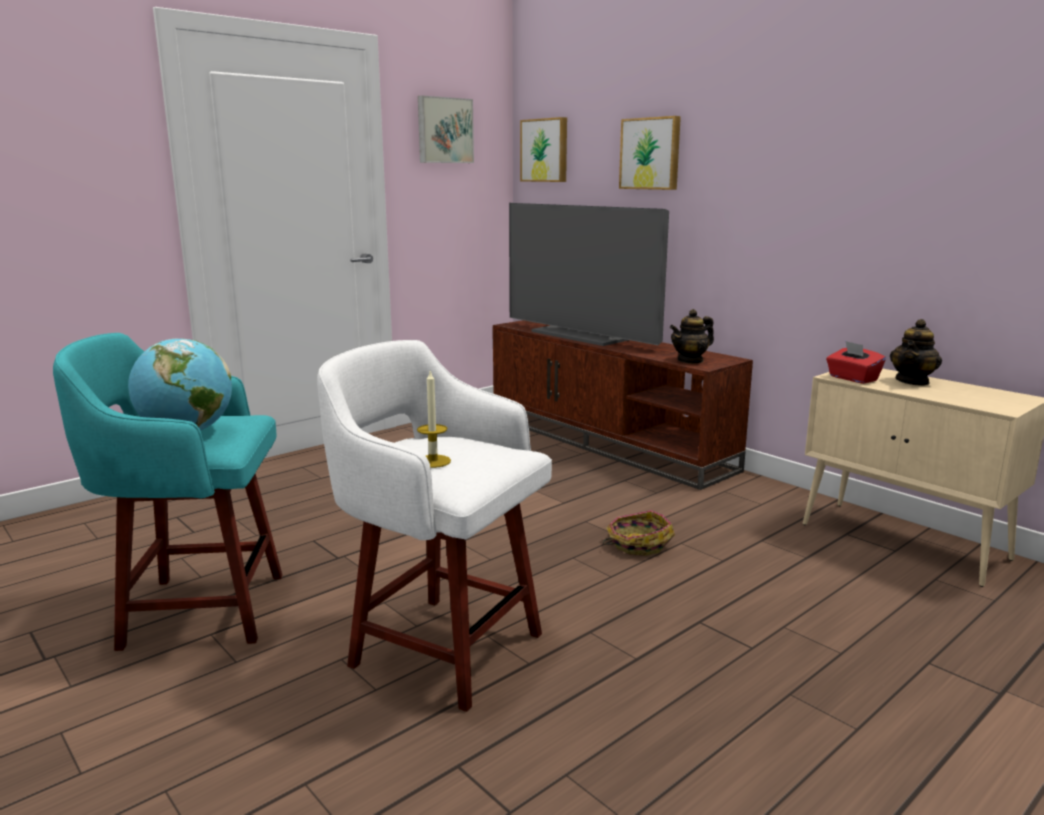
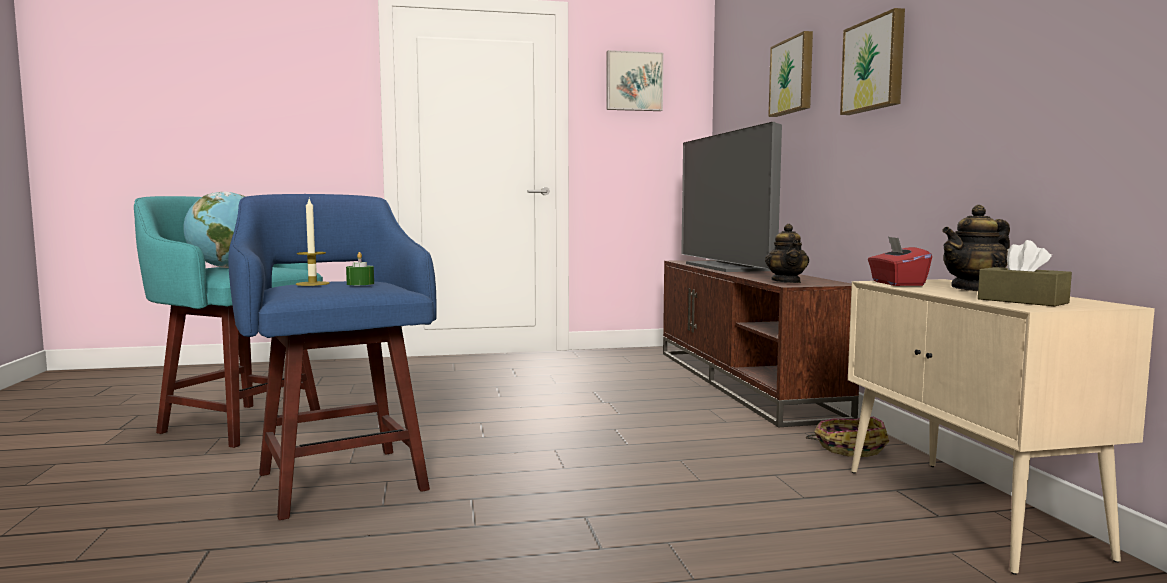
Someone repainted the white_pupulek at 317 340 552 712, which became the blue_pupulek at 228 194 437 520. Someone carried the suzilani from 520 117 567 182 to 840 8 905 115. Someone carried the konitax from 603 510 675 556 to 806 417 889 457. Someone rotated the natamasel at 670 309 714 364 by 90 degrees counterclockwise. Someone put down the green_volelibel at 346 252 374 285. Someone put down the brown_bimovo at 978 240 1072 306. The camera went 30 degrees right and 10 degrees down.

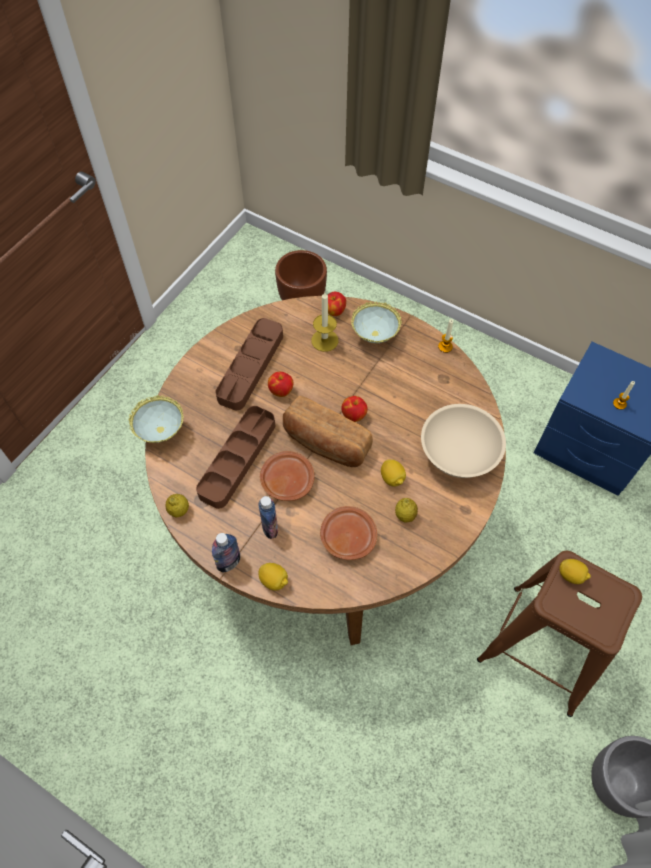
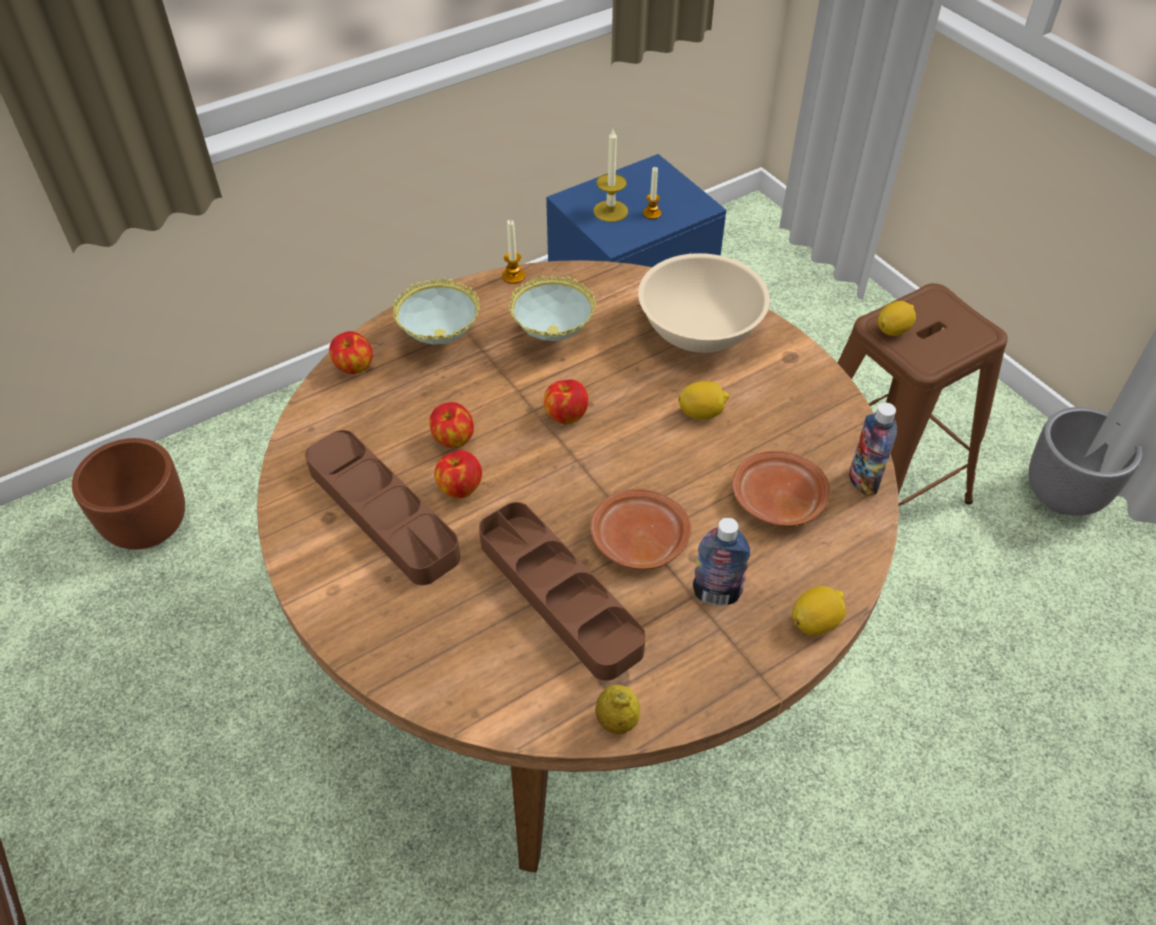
Someone carried the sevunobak from 129 395 184 443 to 509 276 596 341. Someone carried the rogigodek from 212 533 240 572 to 849 403 897 496. Someone took away the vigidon at 283 396 373 467. Someone carried the volelibel from 311 292 338 352 to 593 129 628 222. Someone took away the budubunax at 395 498 418 523. Someone put down the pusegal at 429 402 474 448. The camera went 65 degrees left and 10 degrees down.

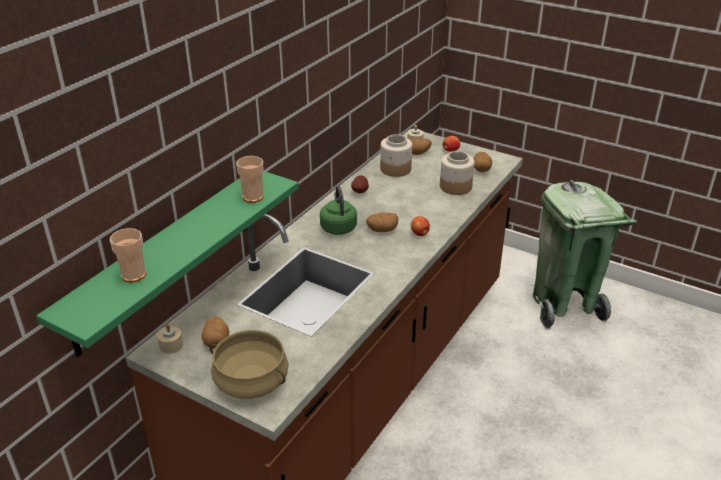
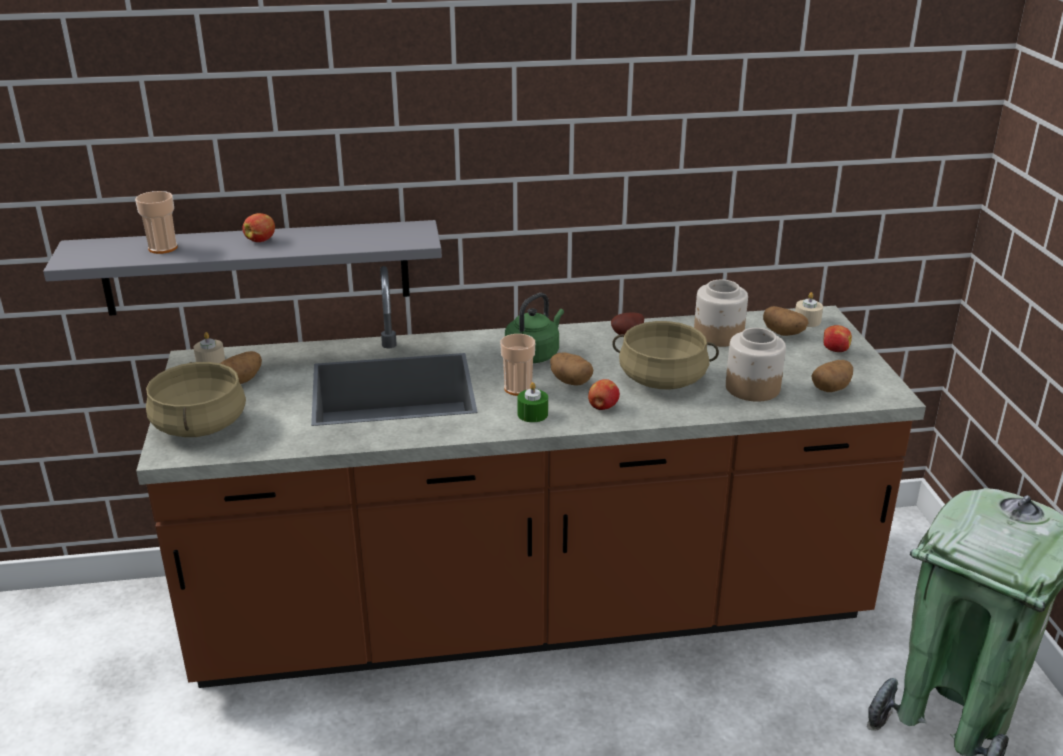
Someone repainted the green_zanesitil at 36 171 298 357, which became the grey_zanesitil at 43 220 442 316. Someone carried the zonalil from 236 156 263 203 to 500 334 535 396. Someone put down the pusegal at 243 213 275 242. Someone put down the green_volelibel at 517 382 548 422. Someone put down the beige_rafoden at 612 321 719 389. The camera went 50 degrees right and 5 degrees down.

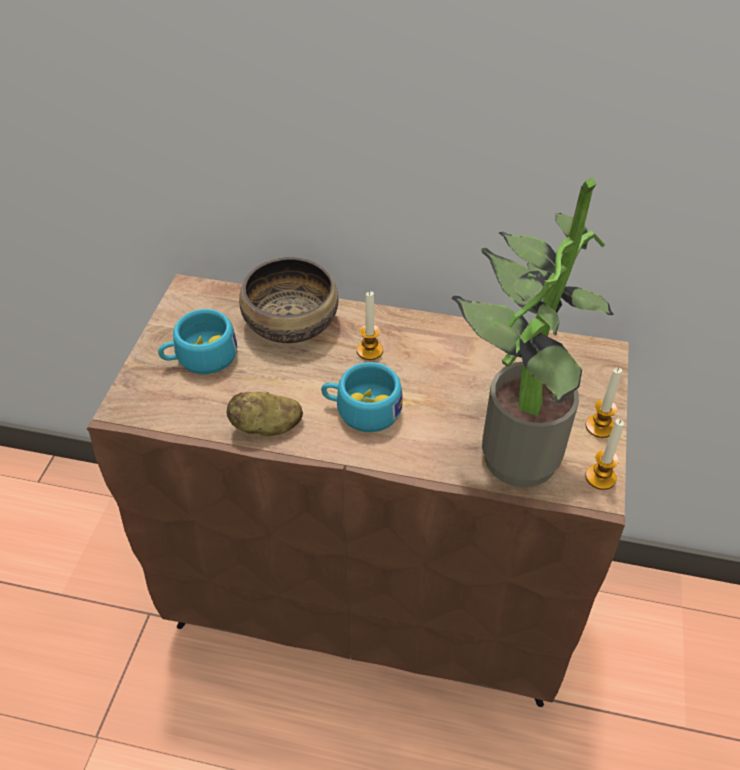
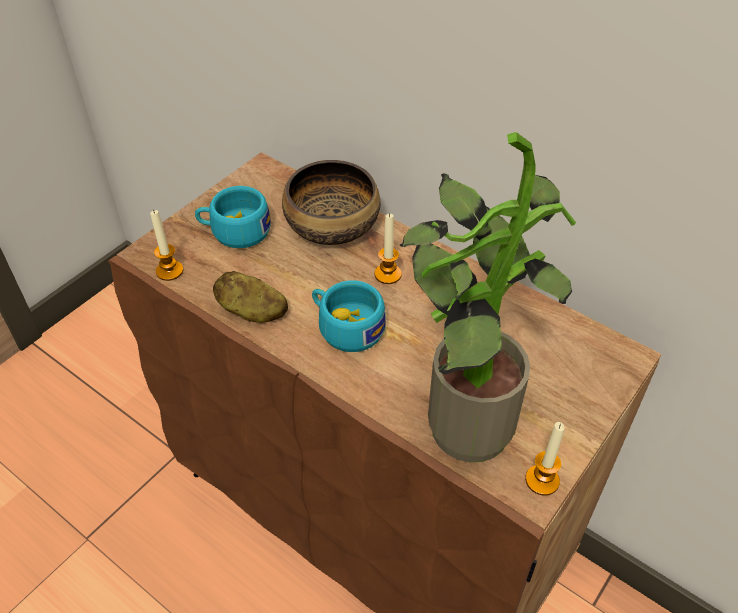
Someone carried the volelibel from 585 368 622 438 to 150 210 184 281. The camera went 25 degrees right and 0 degrees up.

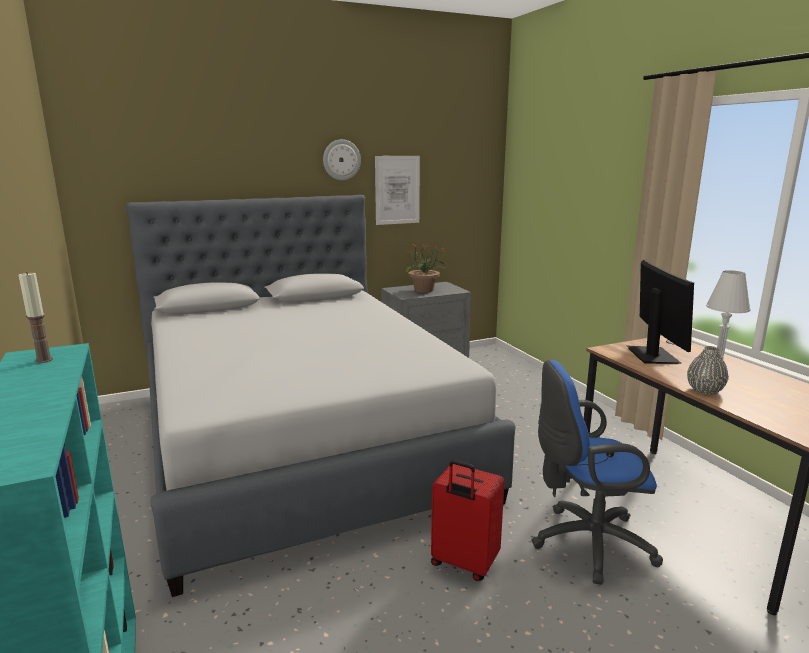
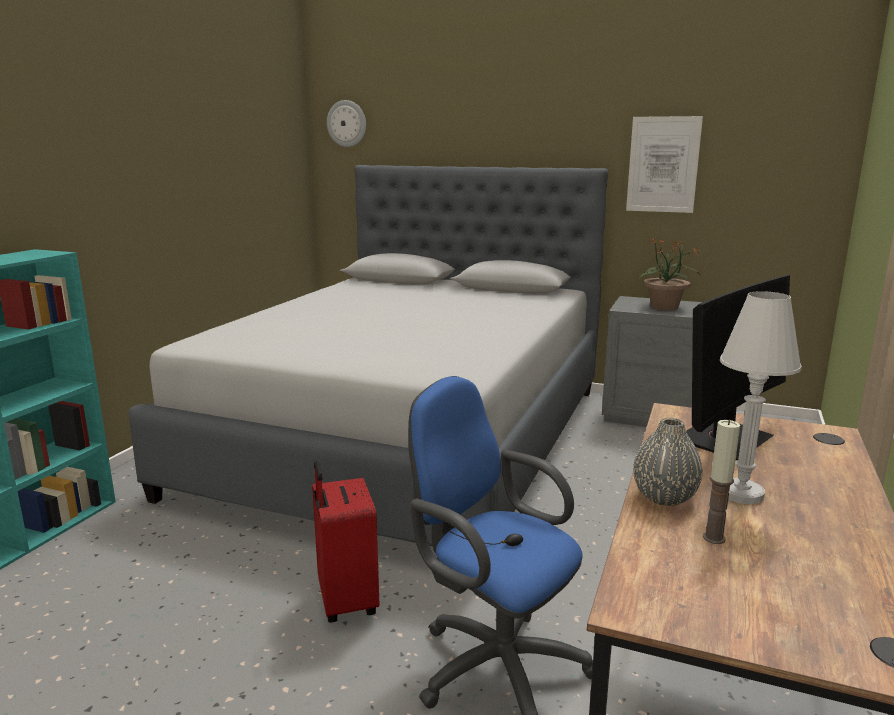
Someone carried the volelibel from 19 271 53 363 to 703 419 740 544. Someone carried the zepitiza from 323 139 361 180 to 327 100 366 147. The camera went 45 degrees right and 0 degrees up.

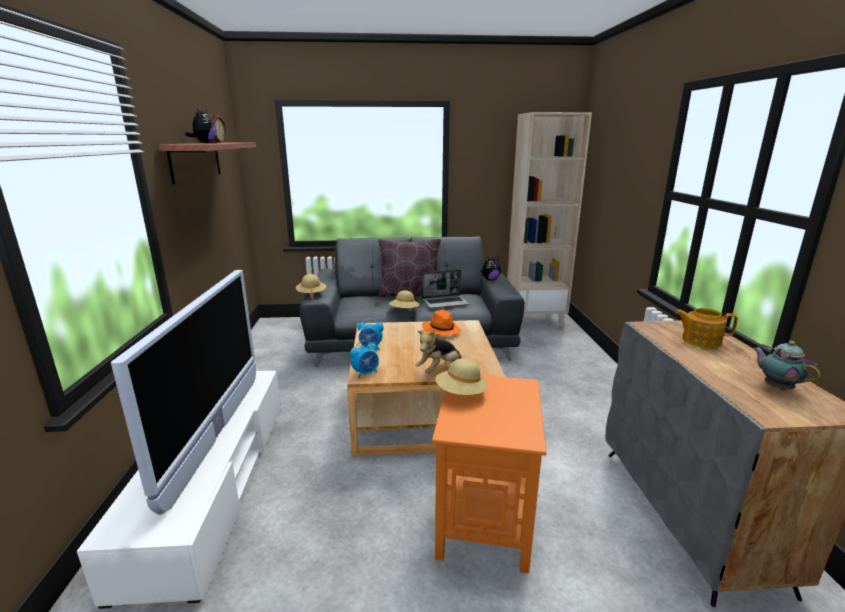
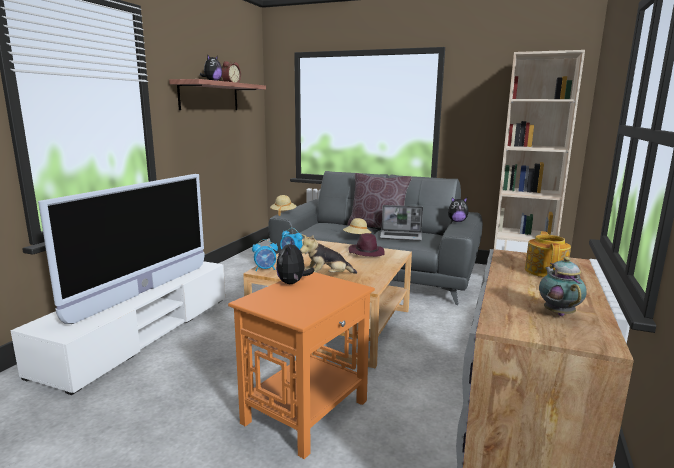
Someone repainted the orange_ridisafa at 422 310 461 336, which became the purple_ridisafa at 349 233 385 257. Someone swapped the beige_ridisafa at 435 358 488 395 for the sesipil at 276 239 315 284. Someone rotated the natamasel at 675 308 738 348 by 60 degrees clockwise. The camera went 25 degrees right and 5 degrees down.

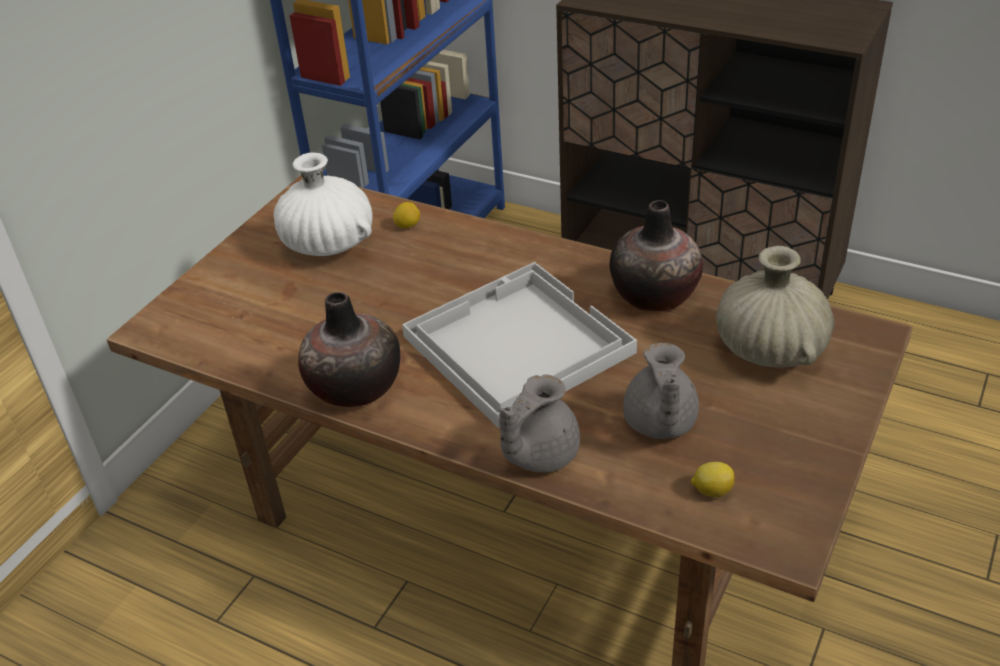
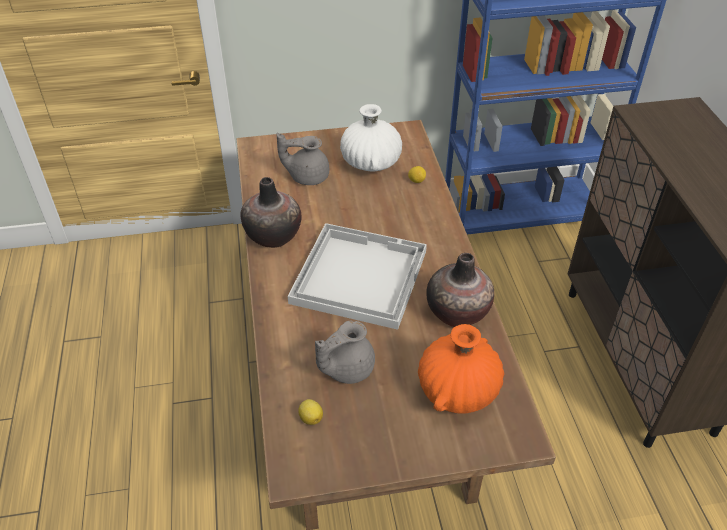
Someone carried the grey_natamasel from 499 374 580 473 to 276 133 329 185. Someone repainted the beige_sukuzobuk at 716 246 834 367, which became the orange_sukuzobuk at 418 324 504 414. The camera went 50 degrees right and 5 degrees up.

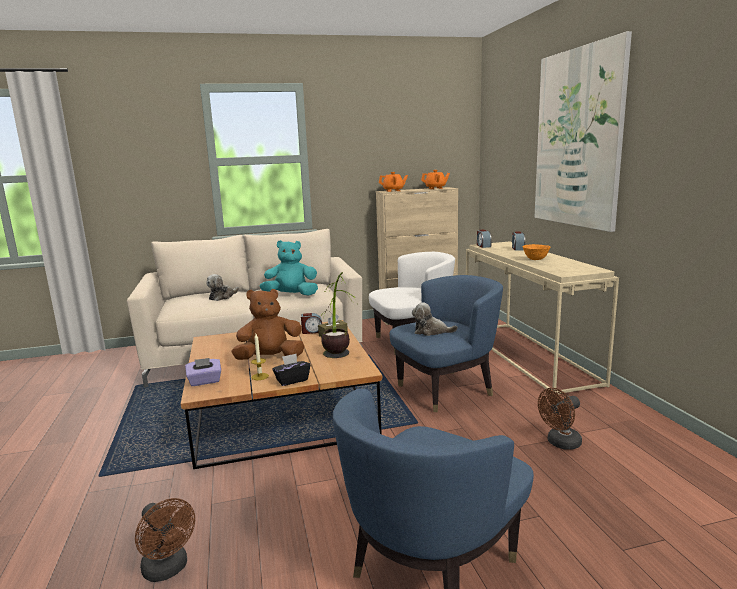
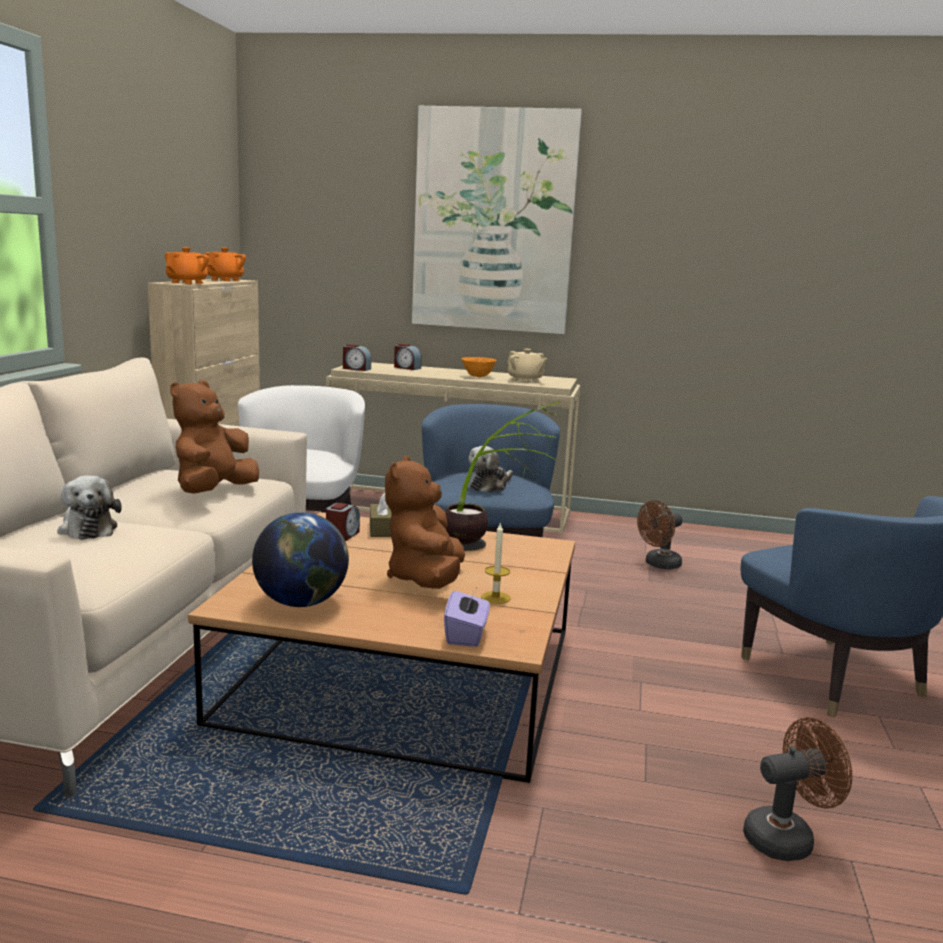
Someone repainted the turquoise_sesipil at 259 240 318 296, which became the brown_sesipil at 170 380 259 494. Someone took away the black_bimovo at 272 354 310 386. Someone rotated the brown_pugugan at 538 388 582 450 by 60 degrees clockwise. Someone put down the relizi at 252 512 349 607. Someone put down the beige_natamasel at 508 349 548 383. The camera went 65 degrees left and 0 degrees up.

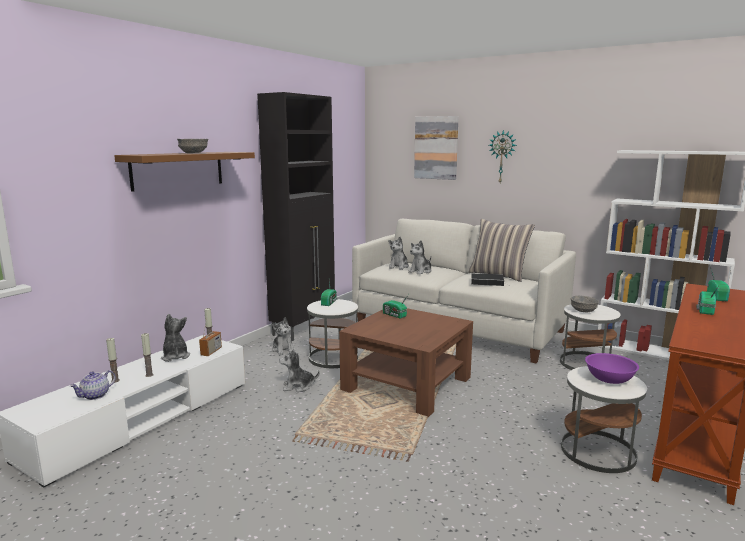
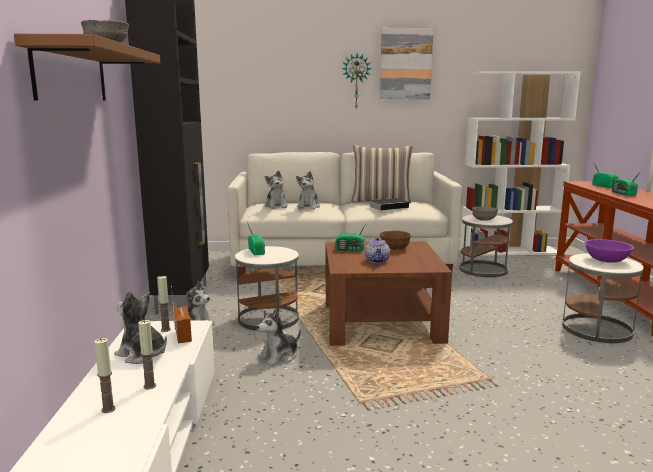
Someone carried the natamasel from 70 370 116 400 to 365 237 390 263. Someone carried the suzilani from 414 116 459 180 to 380 28 434 99. Someone put down the brown_sevunobak at 380 231 411 250. The camera went 35 degrees left and 0 degrees up.

